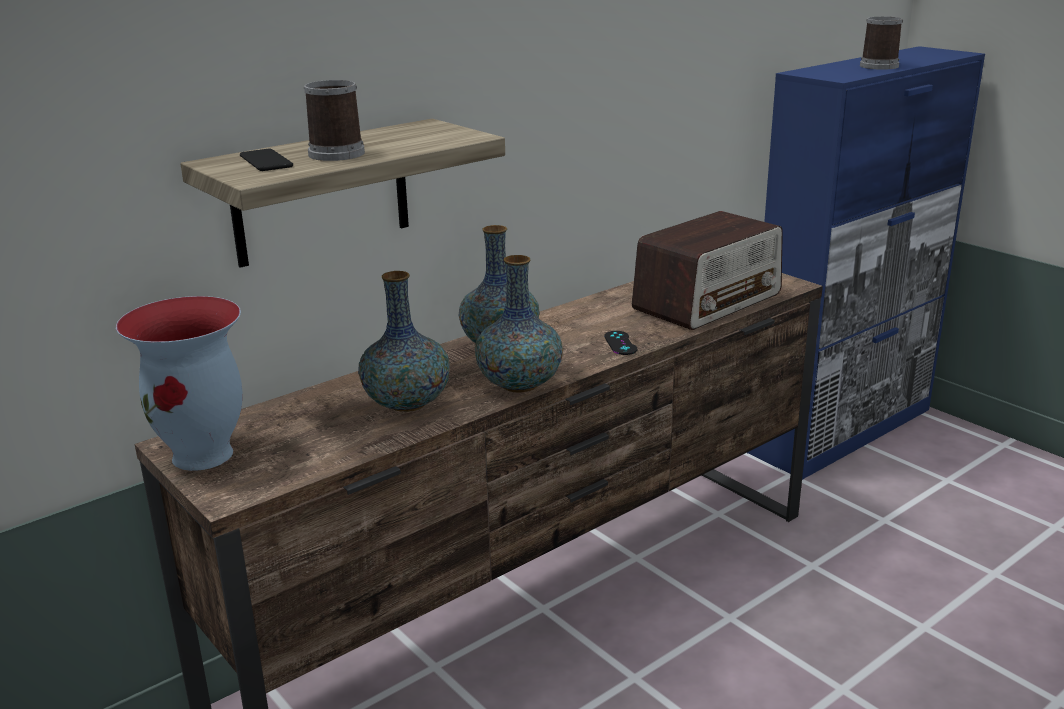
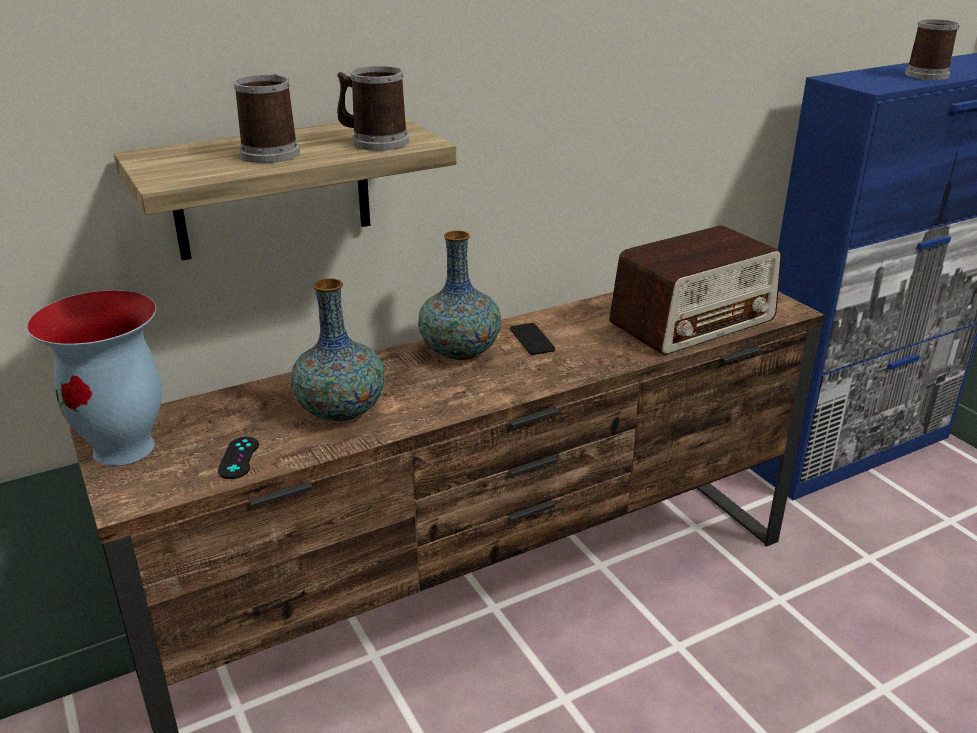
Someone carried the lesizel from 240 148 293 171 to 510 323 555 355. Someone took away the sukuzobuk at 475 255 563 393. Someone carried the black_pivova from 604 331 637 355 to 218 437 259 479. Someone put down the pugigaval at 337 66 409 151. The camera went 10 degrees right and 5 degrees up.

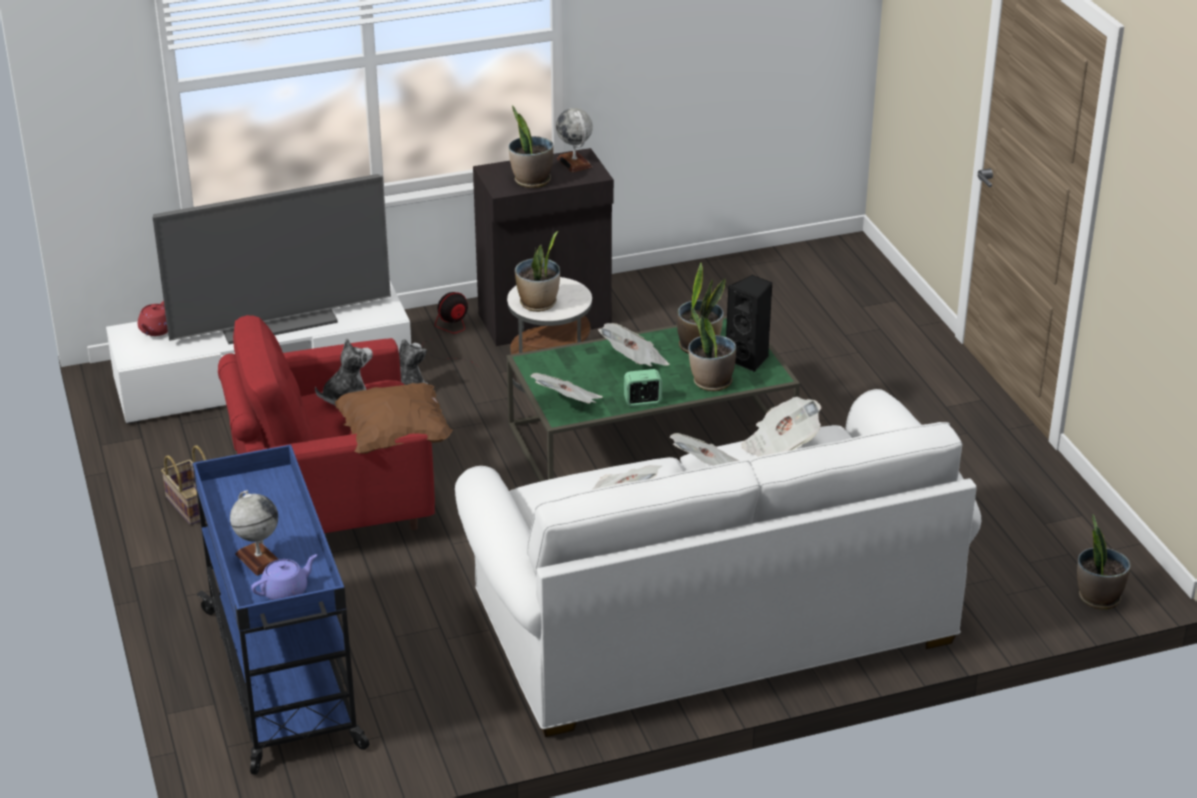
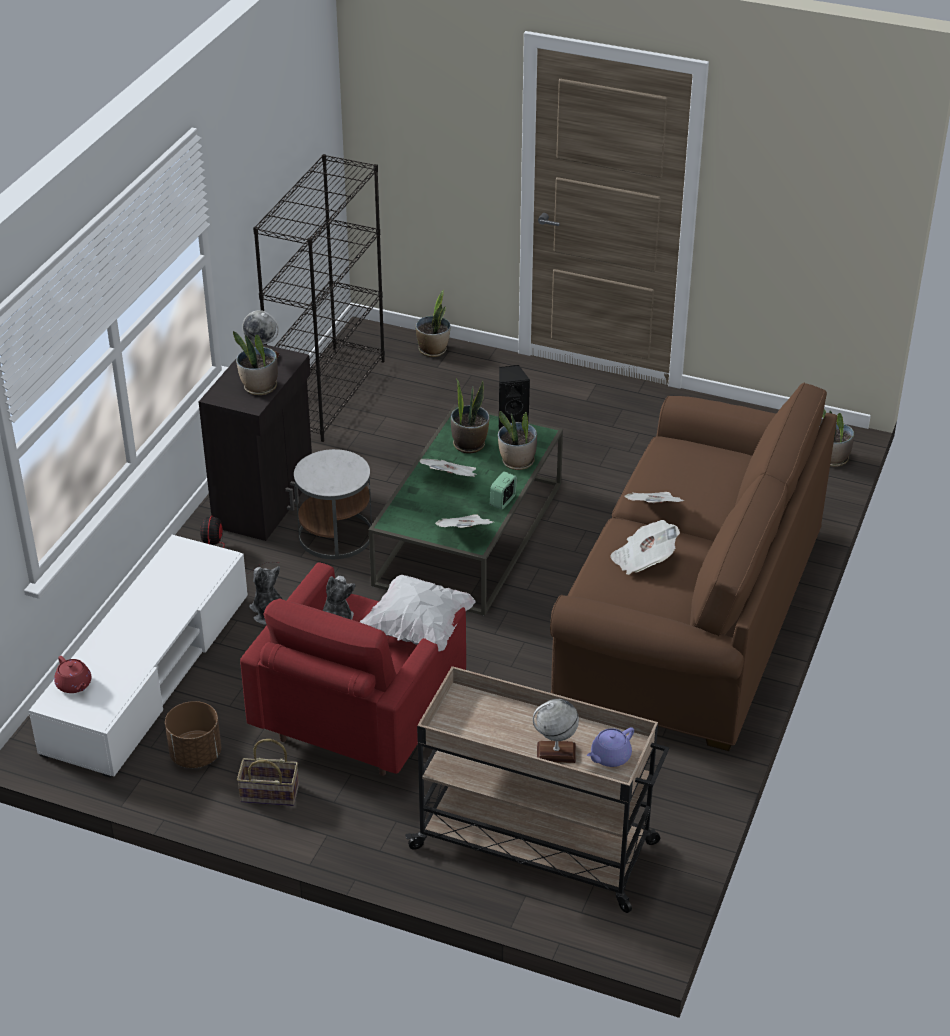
Someone took away the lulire at 152 174 391 344. Someone repainted the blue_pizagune at 193 445 369 775, which became the beige_pizagune at 405 666 669 913. Someone rotated the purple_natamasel at 251 554 317 600 by 135 degrees counterclockwise. Someone repainted the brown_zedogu at 335 383 453 454, which became the white_zedogu at 360 575 476 651. Someone repainted the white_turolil at 455 389 981 737, which became the brown_turolil at 550 383 837 751. Someone carried the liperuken from 515 231 560 312 to 415 290 450 357. Someone took away the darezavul at 742 397 822 457. Someone put down the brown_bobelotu at 165 701 221 768. Someone put down the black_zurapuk at 253 154 385 442. The camera went 50 degrees left and 5 degrees up.

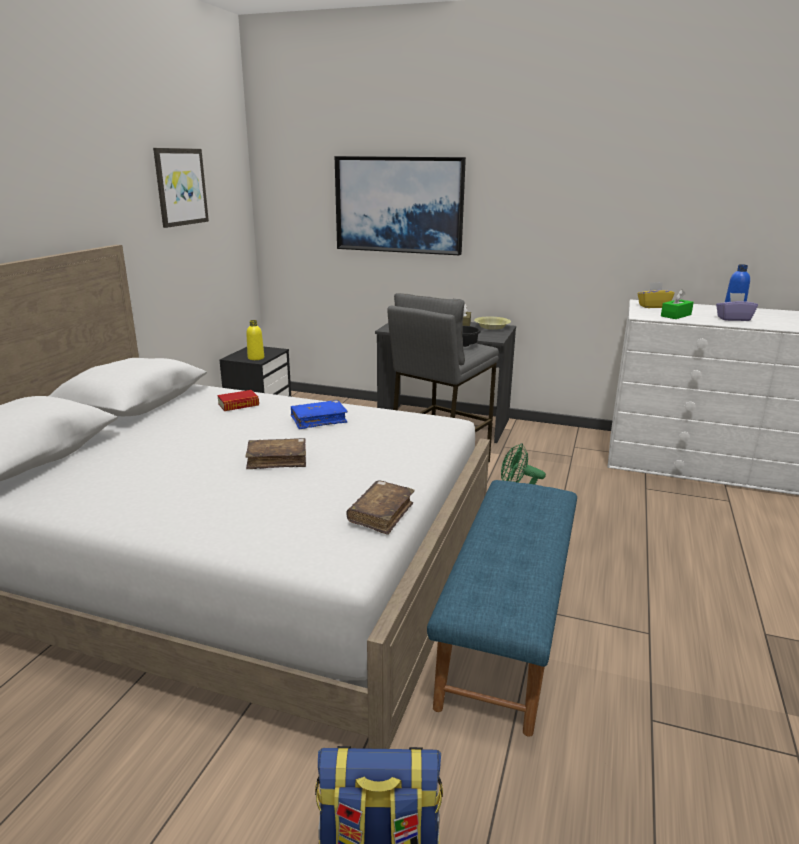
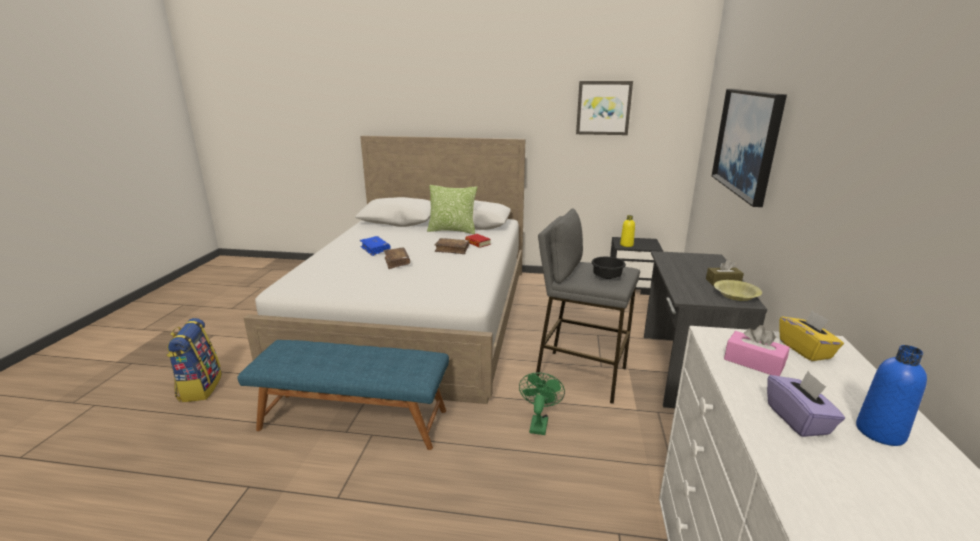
Someone carried the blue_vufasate from 291 400 348 429 to 360 236 391 256. Someone carried the brown_vufasate from 346 480 415 535 to 435 238 469 254. Someone repainted the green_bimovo at 661 290 694 319, which became the pink_bimovo at 724 325 790 376. Someone put down the zedogu at 427 185 477 234. The camera went 80 degrees right and 0 degrees up.

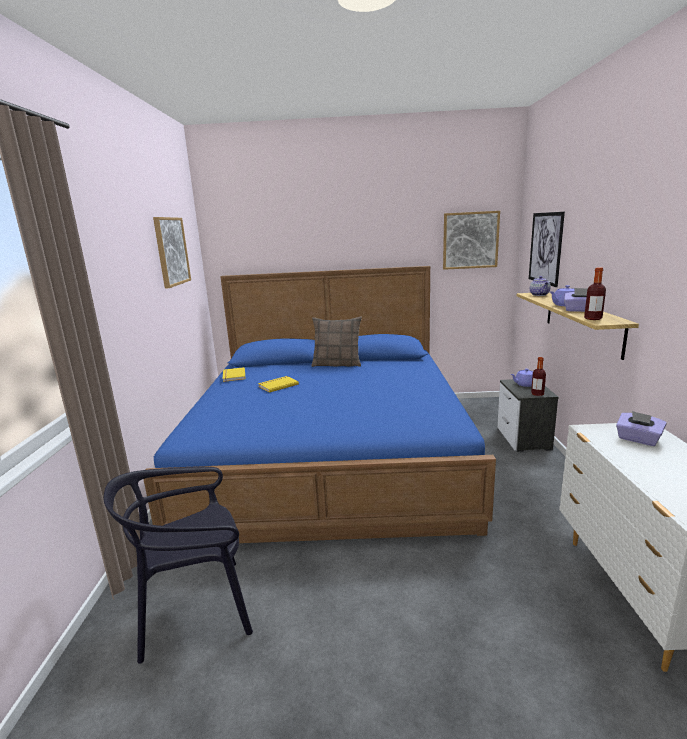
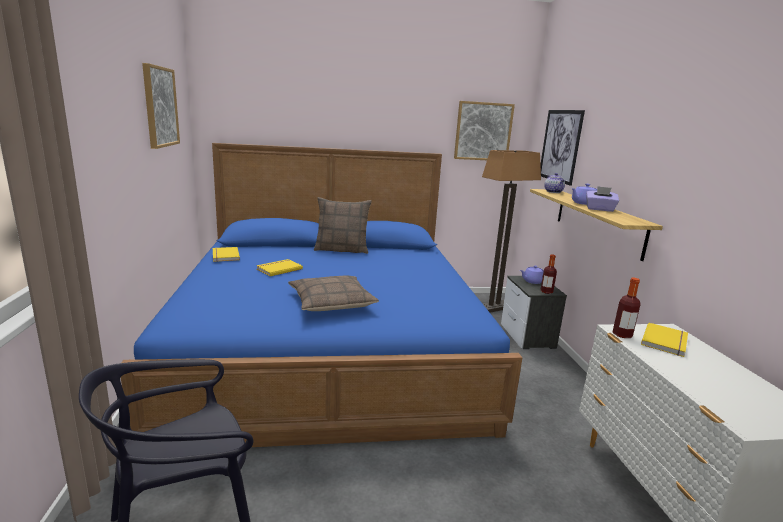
Someone carried the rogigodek from 584 267 606 320 to 613 278 641 338. Someone swapped the purple_bimovo at 616 411 667 446 for the yellow_vufasate at 641 323 688 357. Someone put down the zedogu at 288 275 379 311. Someone put down the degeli at 482 150 541 313. The camera went 10 degrees left and 0 degrees up.

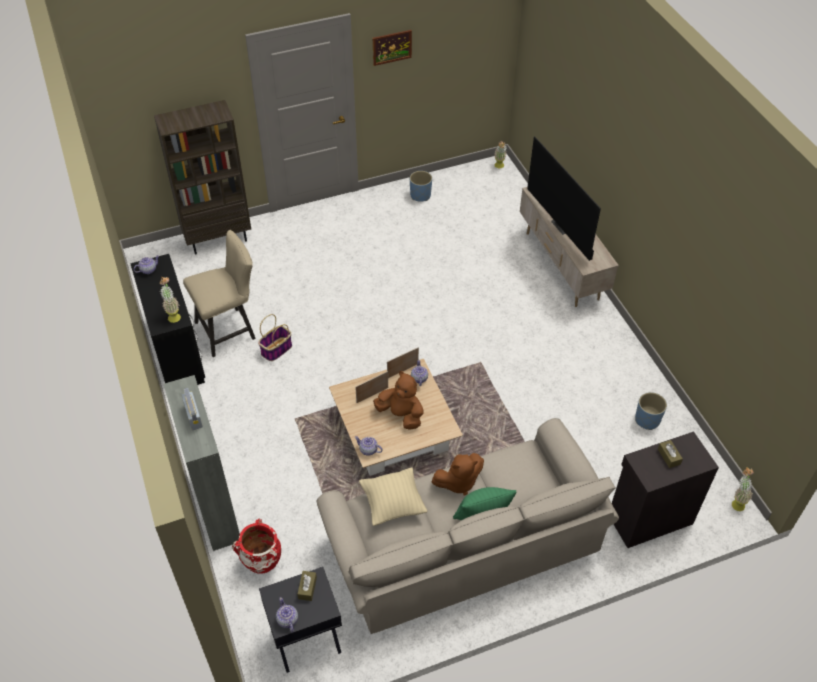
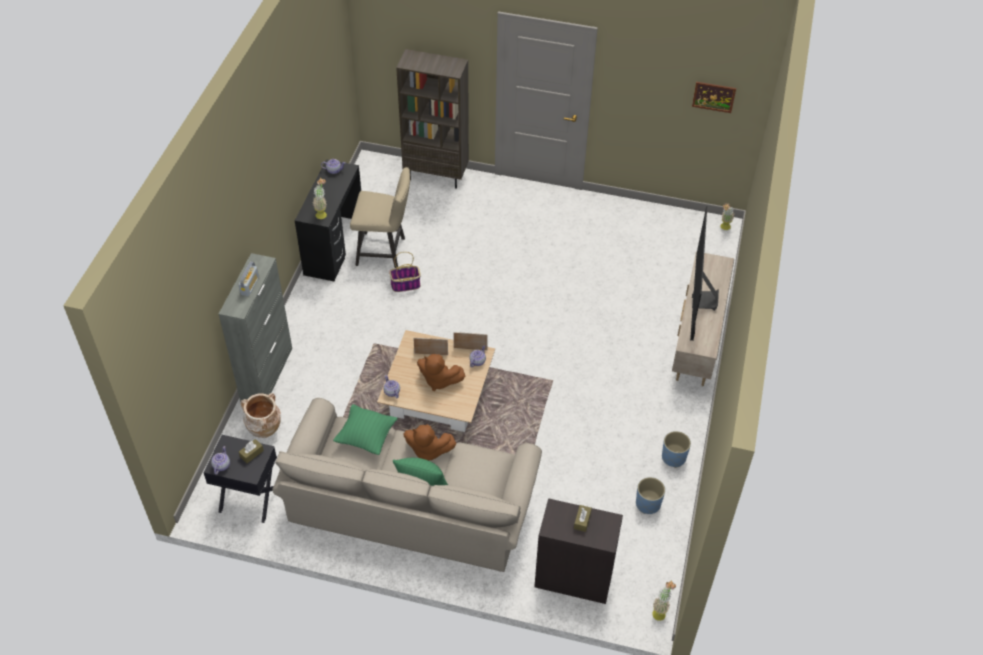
Someone repainted the red_sukuzobuk at 232 519 281 574, which became the beige_sukuzobuk at 241 393 281 438. Someone repainted the beige_zedogu at 359 467 427 526, which became the green_zedogu at 333 404 398 455. Someone carried the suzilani from 373 30 412 66 to 692 82 736 113. Someone rotated the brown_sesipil at 373 371 424 430 by 135 degrees clockwise. Someone carried the blue_bobelotu from 410 171 432 202 to 662 431 691 468. The camera went 35 degrees right and 0 degrees up.

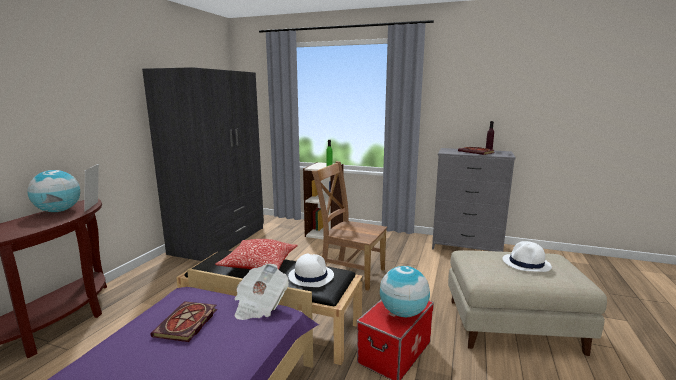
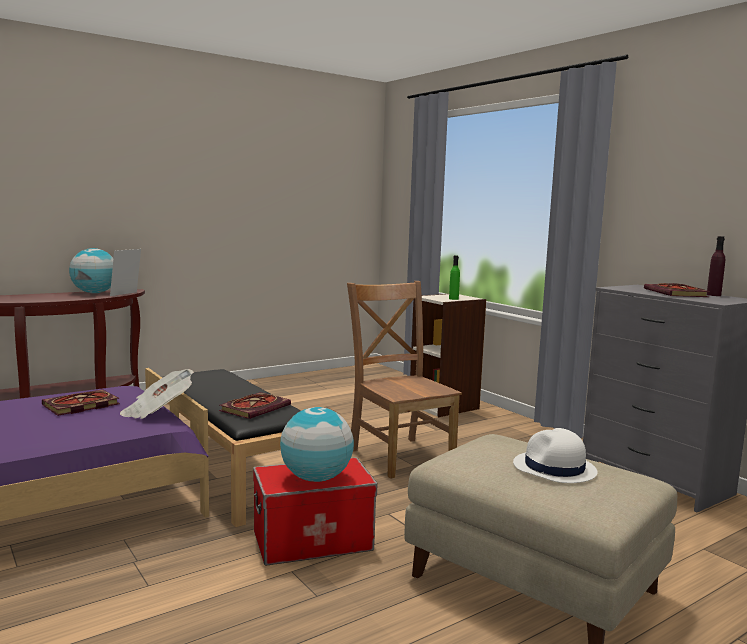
Someone took away the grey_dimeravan at 142 67 264 261. Someone took away the zedogu at 216 239 298 269. Someone swapped the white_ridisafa at 288 254 334 287 for the vufasate at 219 392 291 419. The camera went 35 degrees right and 5 degrees down.

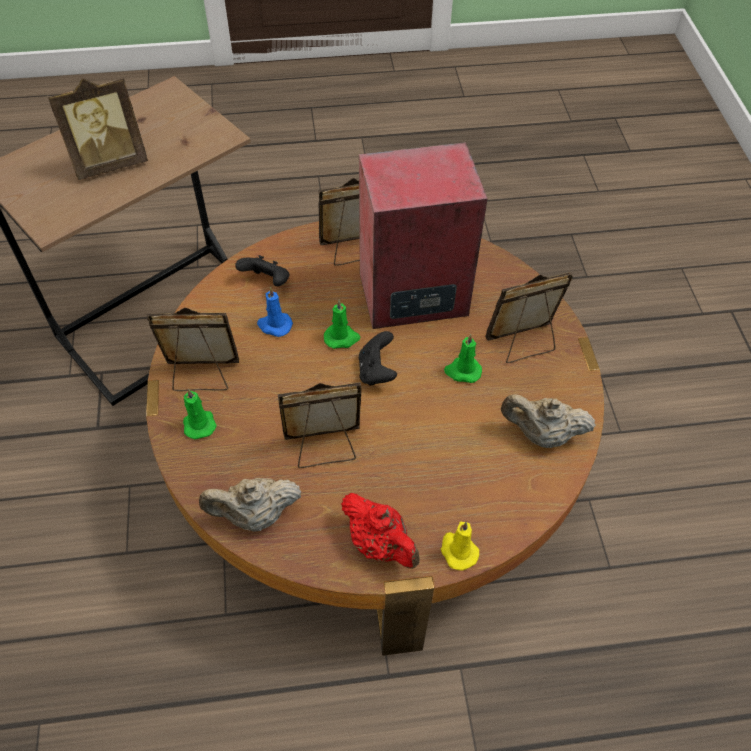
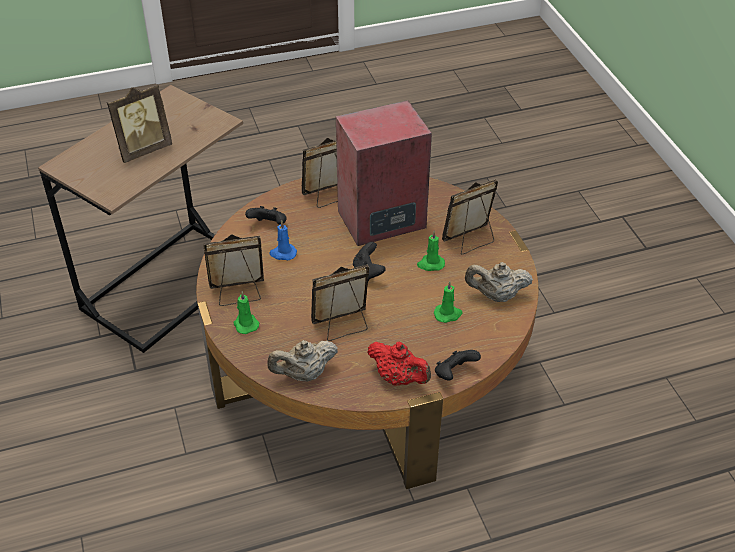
Someone carried the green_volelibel from 324 300 360 349 to 434 281 463 323. Someone swapped the yellow_volelibel at 441 522 479 570 for the black_pivova at 435 350 481 380. The camera went 10 degrees left and 10 degrees down.

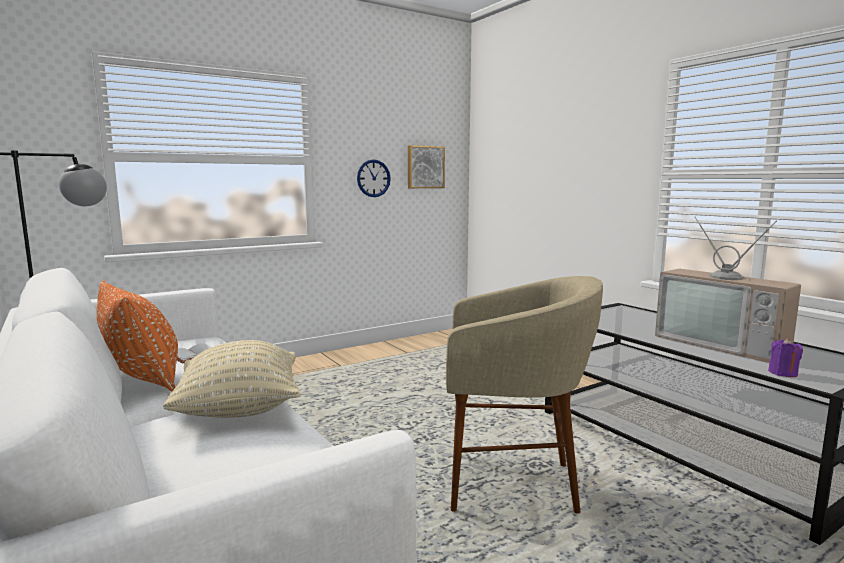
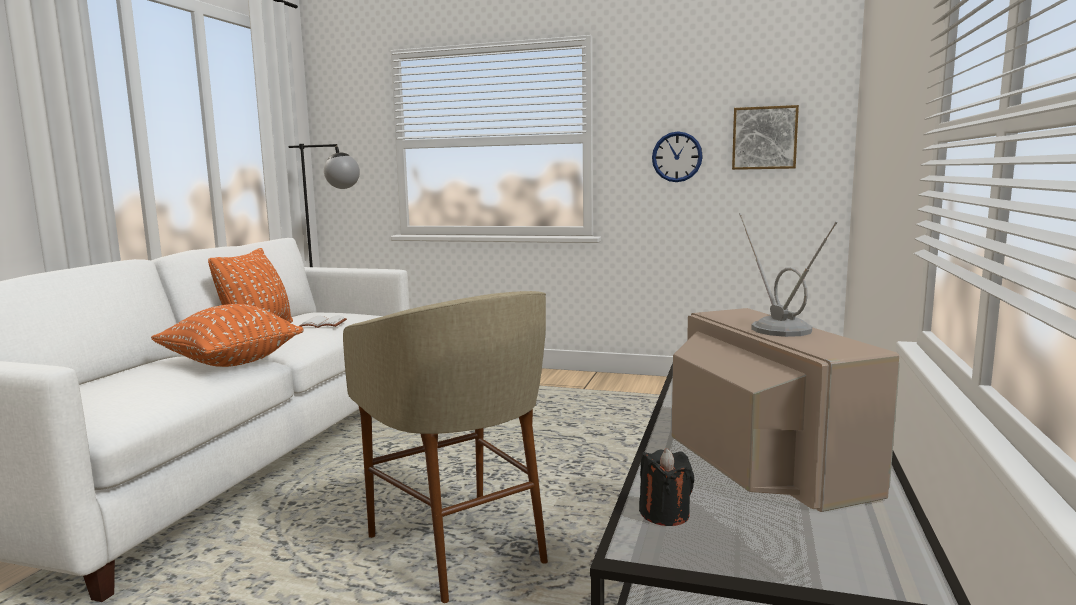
Someone repainted the beige_zedogu at 163 340 300 418, which became the orange_zedogu at 151 304 304 367. Someone rotated the lulire at 655 217 801 363 by 150 degrees clockwise. Someone repainted the purple_volelibel at 768 338 803 377, which became the black_volelibel at 639 448 694 526. The camera went 50 degrees right and 0 degrees up.

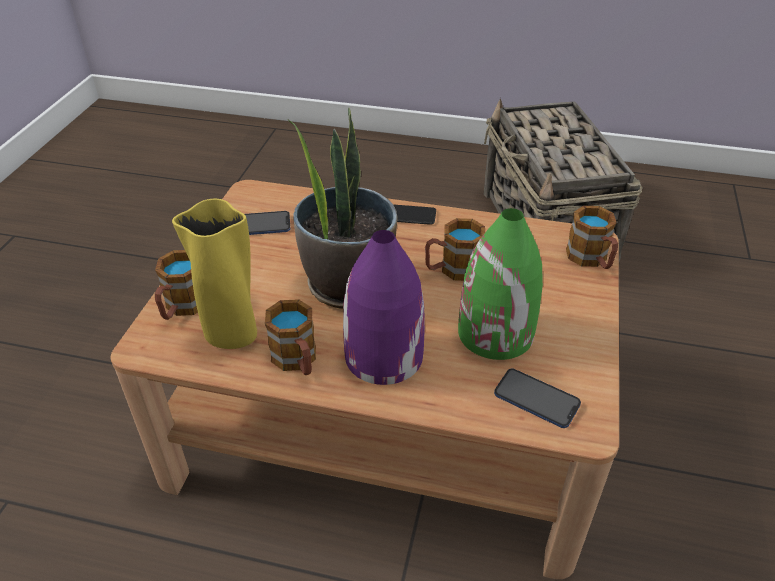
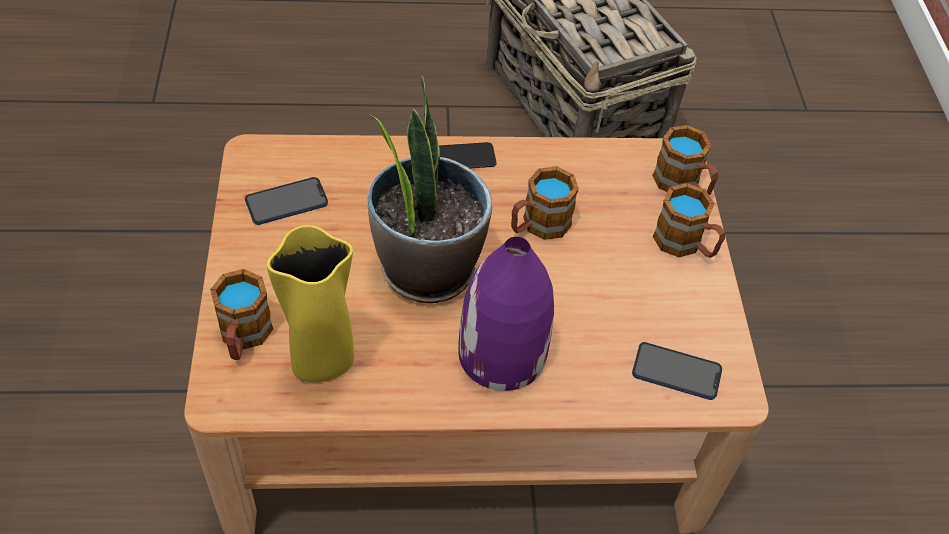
Someone carried the pugigaval from 265 299 316 375 to 653 183 725 258. Someone took away the green_sukuzobuk at 458 208 543 360. The camera went 20 degrees left and 10 degrees up.

